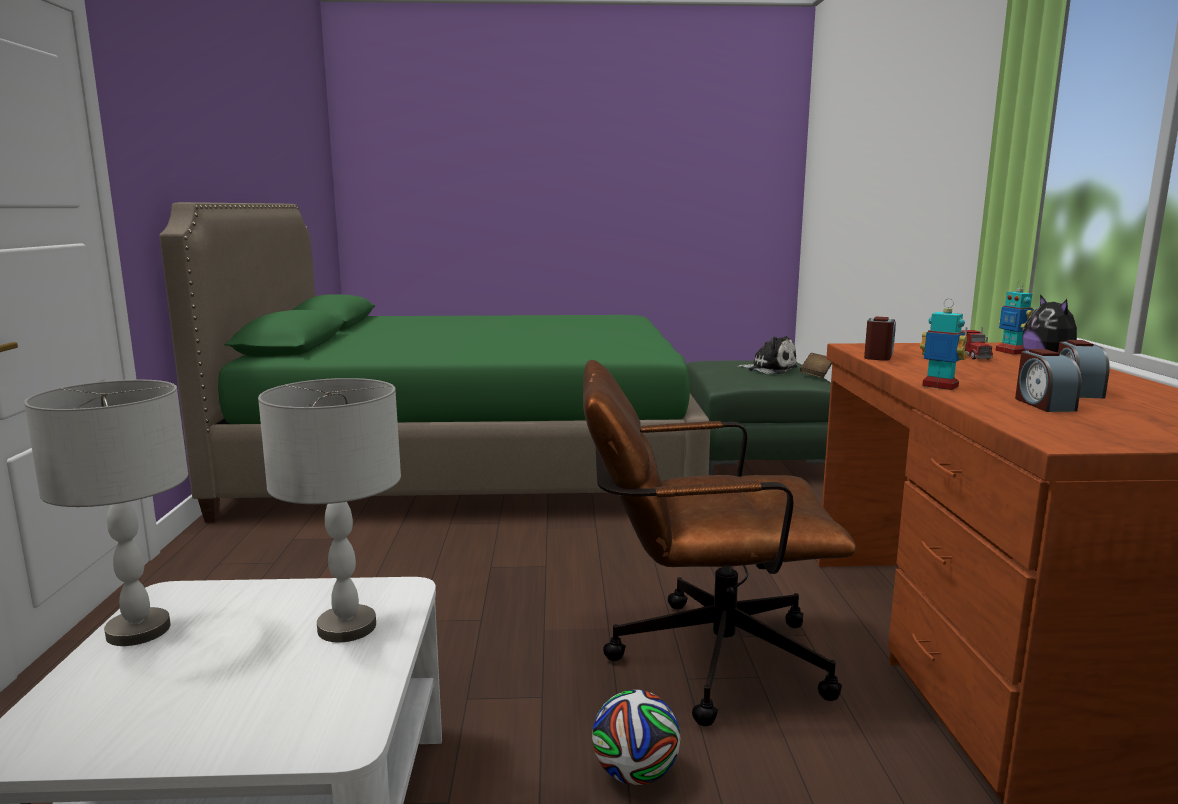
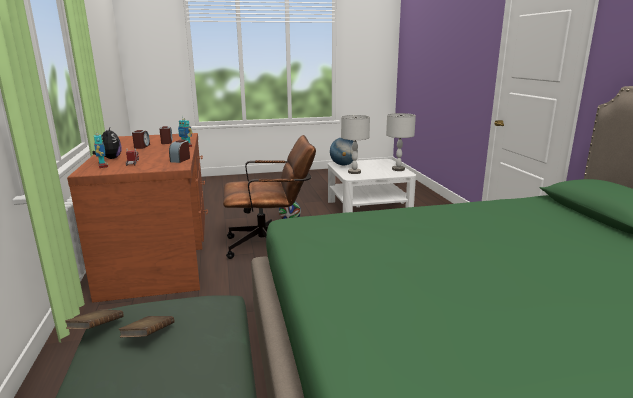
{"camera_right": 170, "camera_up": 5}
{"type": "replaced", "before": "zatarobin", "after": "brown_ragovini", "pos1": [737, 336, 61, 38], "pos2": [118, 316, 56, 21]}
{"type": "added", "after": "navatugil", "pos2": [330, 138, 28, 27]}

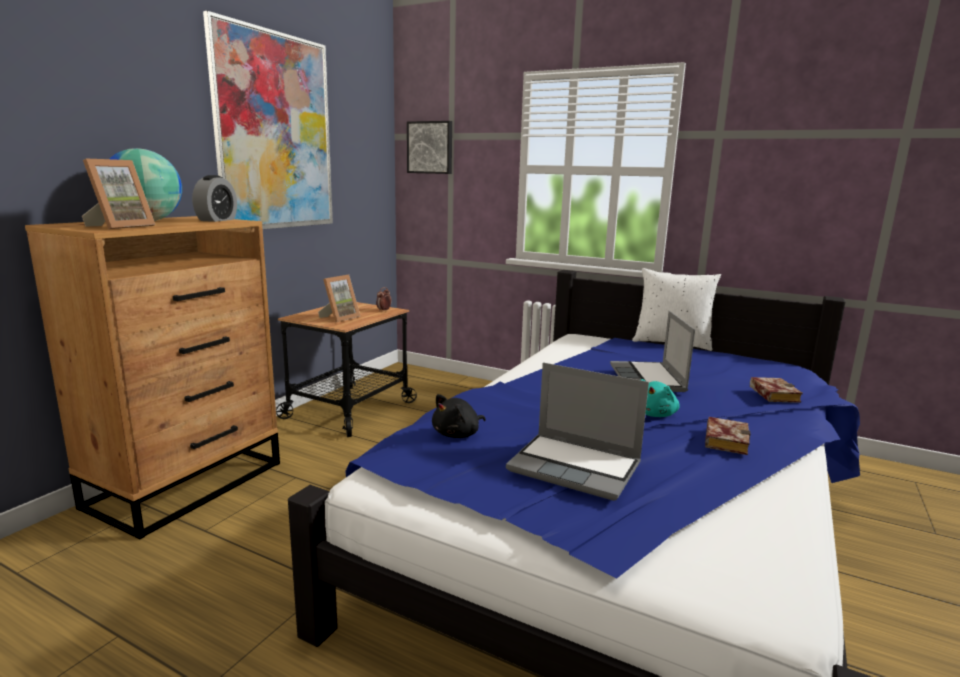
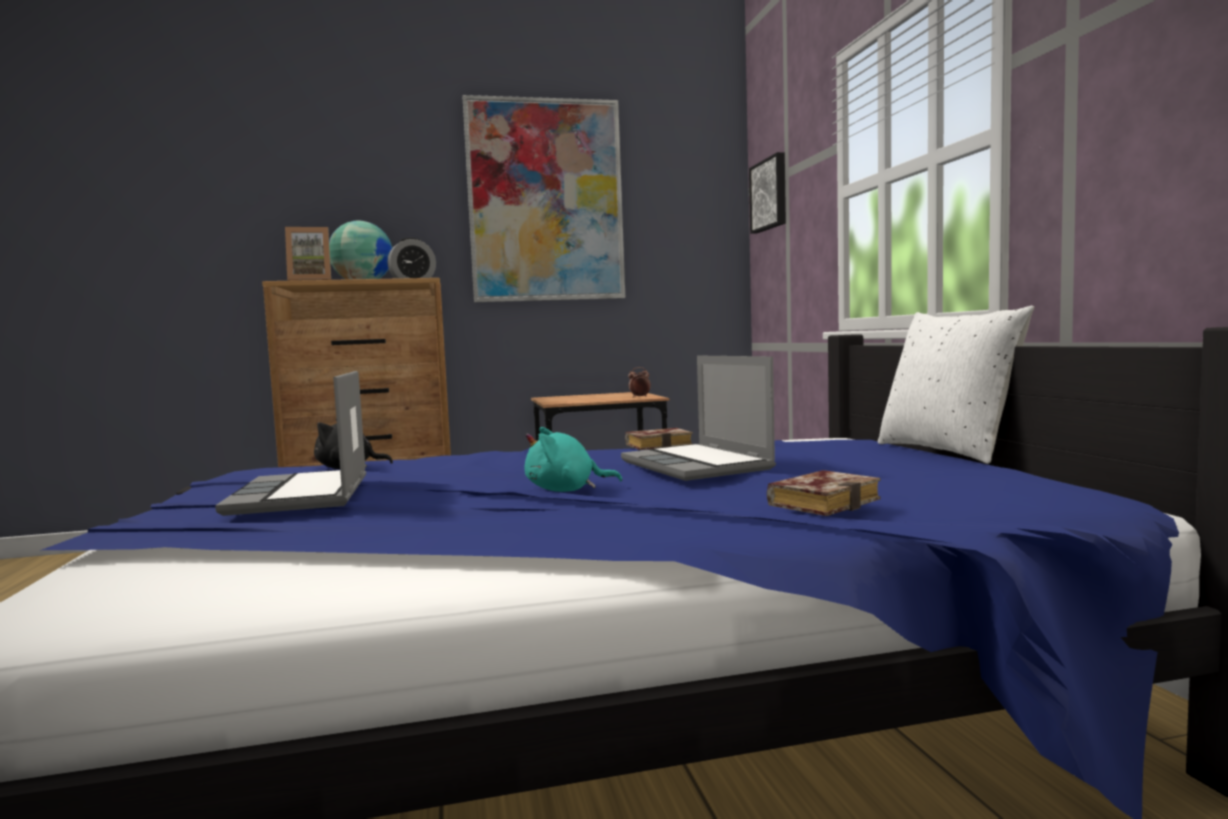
{"camera_right": 50, "camera_up": -10}
{"type": "turned", "before": "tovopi", "pos1": [610, 311, 85, 81], "pos2": [621, 356, 155, 125], "turn": -75}
{"type": "moved", "before": "ragovini", "pos1": [705, 417, 45, 38], "pos2": [625, 428, 68, 22]}
{"type": "removed", "before": "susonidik", "pos1": [318, 274, 42, 49]}

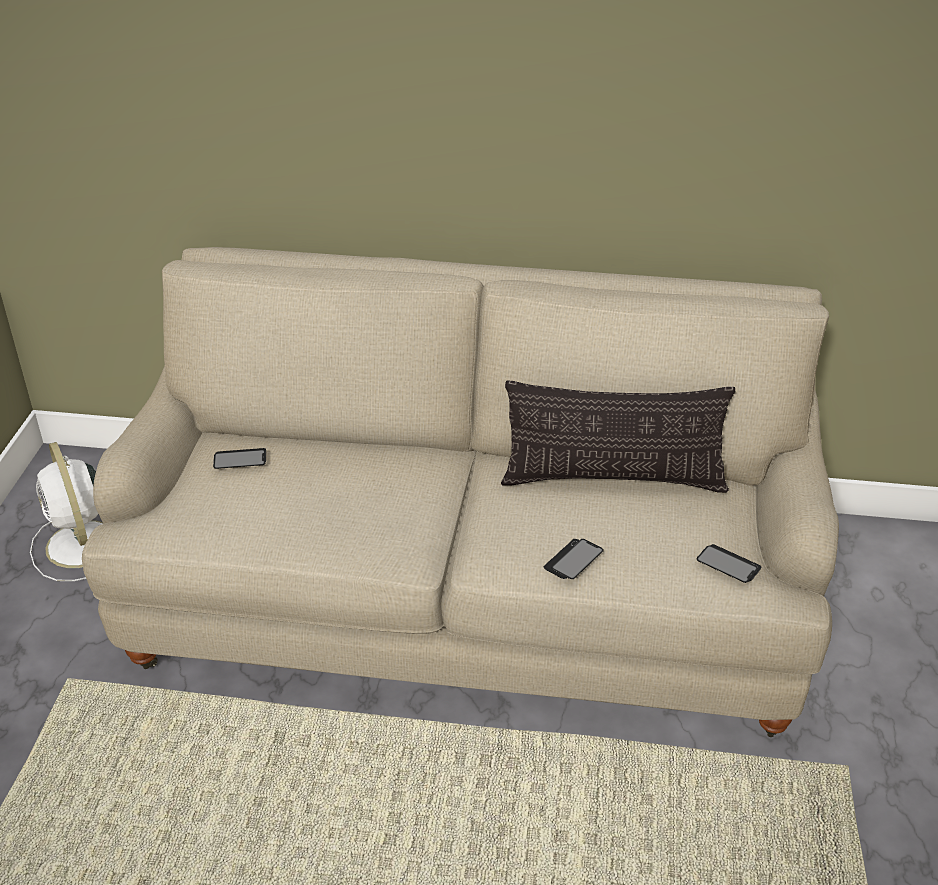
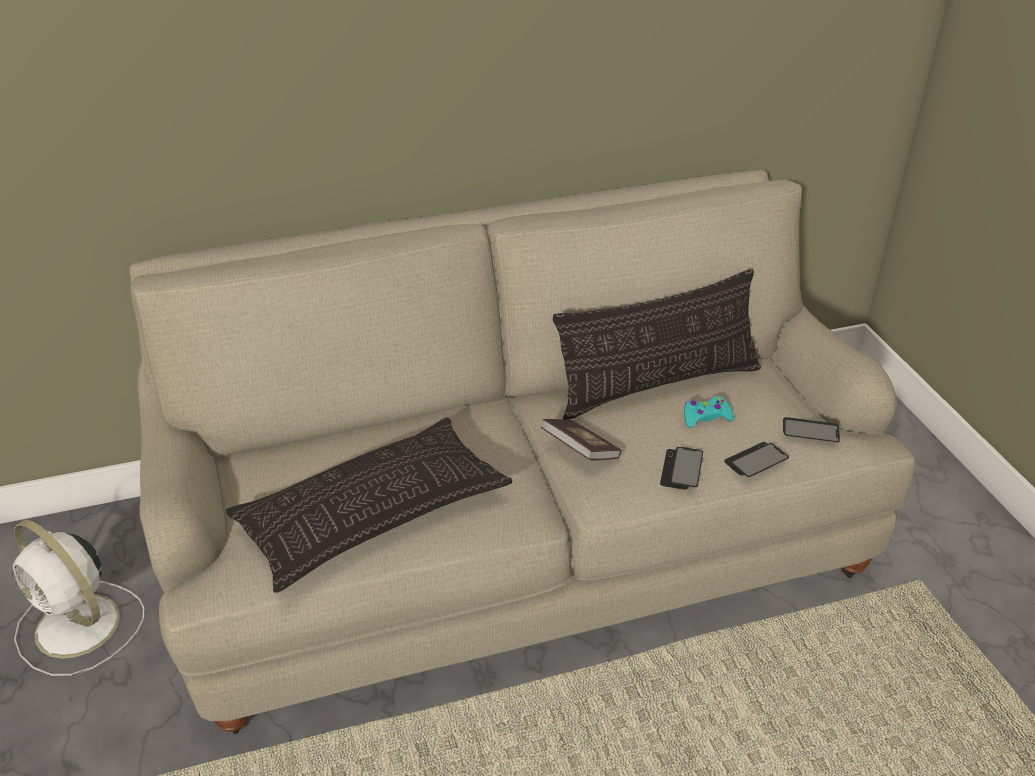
{"camera_right": -25, "camera_up": 0}
{"type": "added", "after": "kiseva", "pos2": [226, 417, 286, 176]}
{"type": "added", "after": "ragovini", "pos2": [541, 419, 80, 41]}
{"type": "added", "after": "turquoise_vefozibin", "pos2": [684, 396, 50, 32]}
{"type": "moved", "before": "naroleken", "pos1": [213, 448, 53, 21], "pos2": [724, 442, 65, 35]}

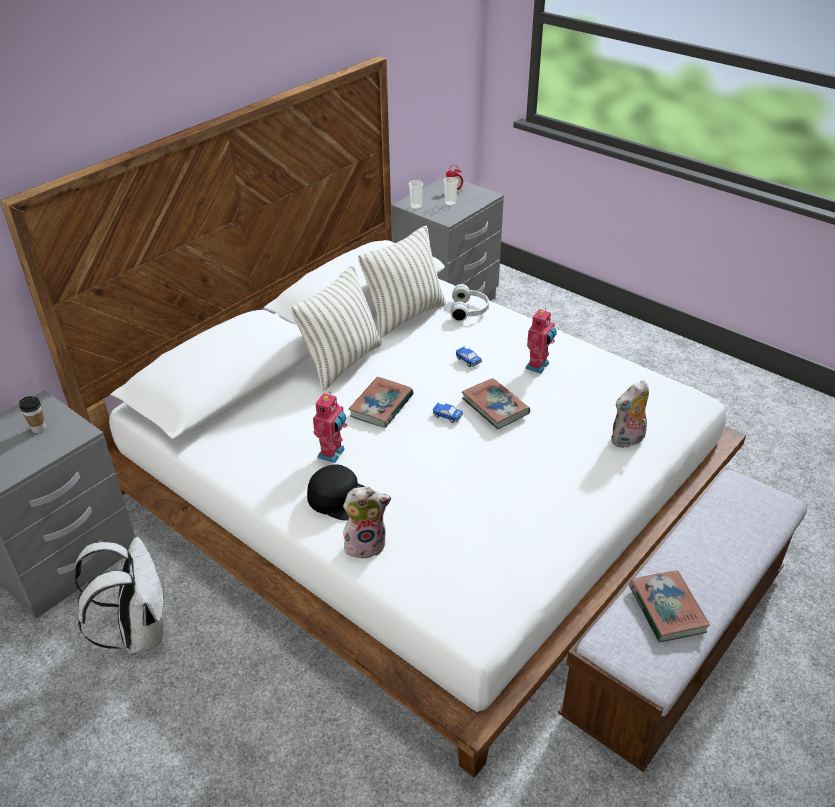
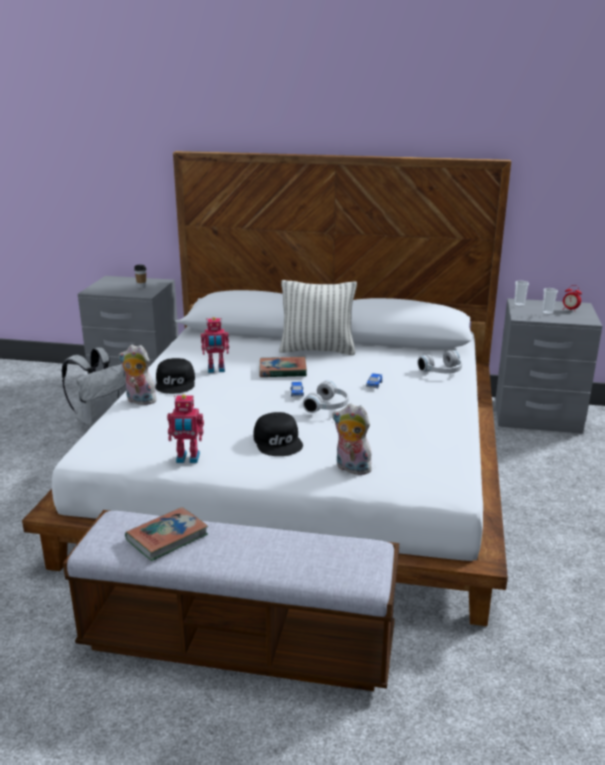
{"camera_right": 60, "camera_up": -15}
{"type": "turned", "before": "zatarobin", "pos1": [343, 487, 48, 72], "pos2": [119, 345, 38, 60], "turn": 150}
{"type": "moved", "before": "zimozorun", "pos1": [525, 308, 32, 66], "pos2": [167, 395, 37, 68]}
{"type": "added", "after": "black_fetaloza", "pos2": [253, 412, 50, 44]}
{"type": "replaced", "before": "ragovini", "after": "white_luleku", "pos1": [462, 378, 68, 51], "pos2": [303, 380, 46, 33]}
{"type": "removed", "before": "kiseva", "pos1": [358, 226, 88, 112]}

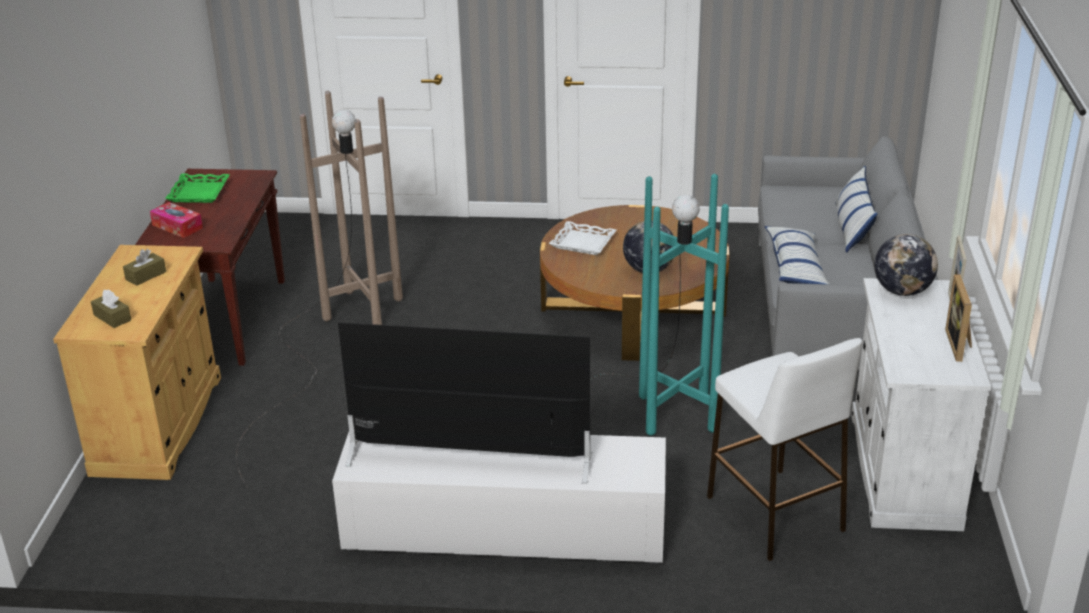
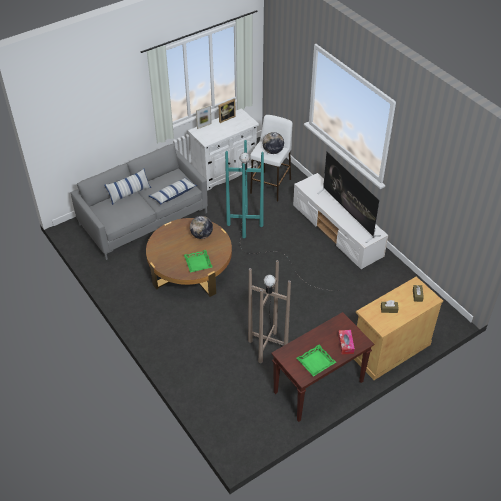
{"camera_right": -130, "camera_up": 15}
{"type": "recoloured", "before": "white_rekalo", "after": "green_rekalo", "pos1": [549, 221, 68, 34], "pos2": [184, 250, 29, 23]}
{"type": "moved", "before": "navatugil", "pos1": [874, 234, 64, 62], "pos2": [263, 132, 21, 22]}

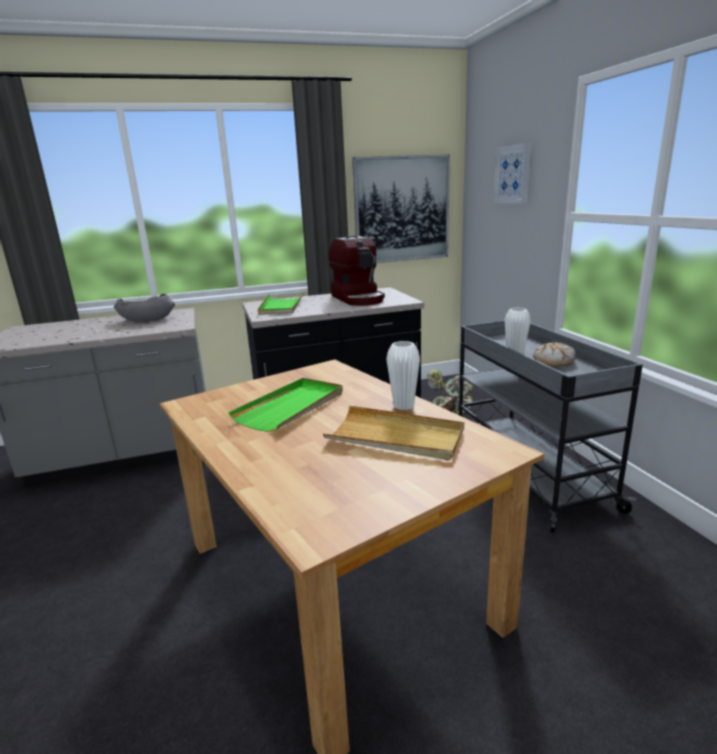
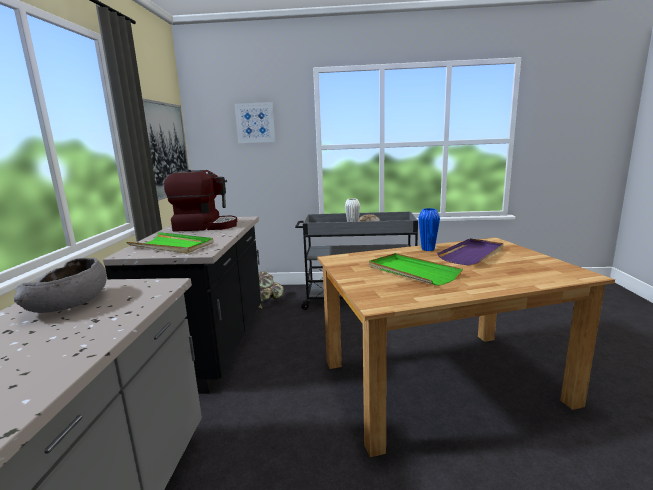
{"camera_right": -70, "camera_up": -5}
{"type": "recoloured", "before": "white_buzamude", "after": "blue_buzamude", "pos1": [386, 341, 34, 69], "pos2": [418, 208, 22, 43]}
{"type": "recoloured", "before": "beige_rekalo", "after": "purple_rekalo", "pos1": [323, 405, 141, 55], "pos2": [437, 238, 67, 28]}

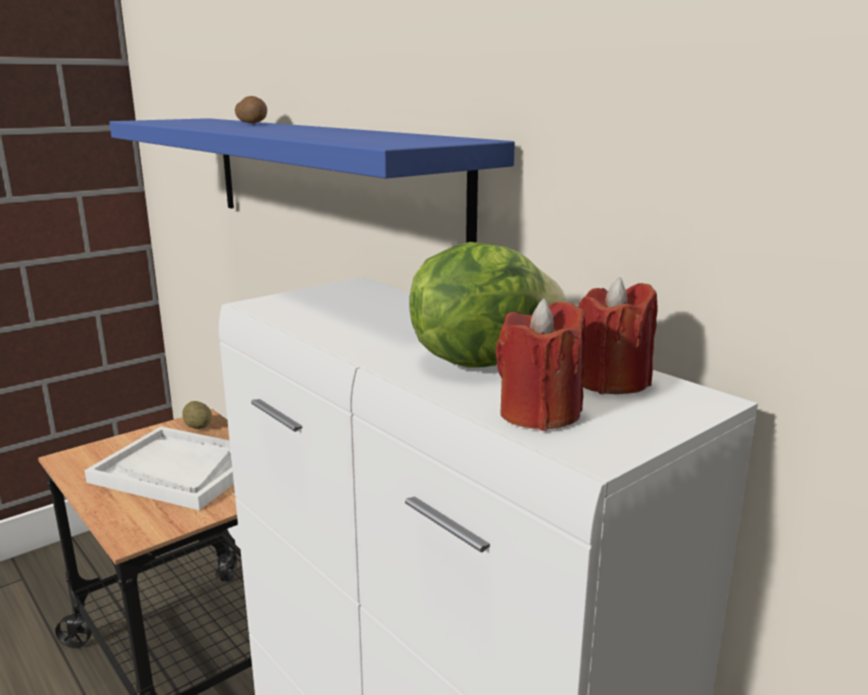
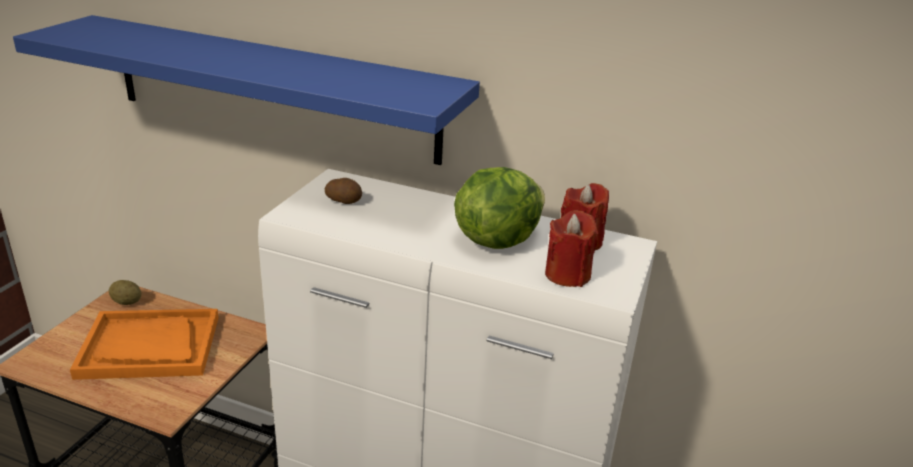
{"camera_right": -30, "camera_up": 10}
{"type": "recoloured", "before": "white_rekalo", "after": "orange_rekalo", "pos1": [85, 427, 149, 83], "pos2": [70, 309, 149, 71]}
{"type": "moved", "before": "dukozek", "pos1": [235, 96, 32, 27], "pos2": [325, 178, 37, 26]}

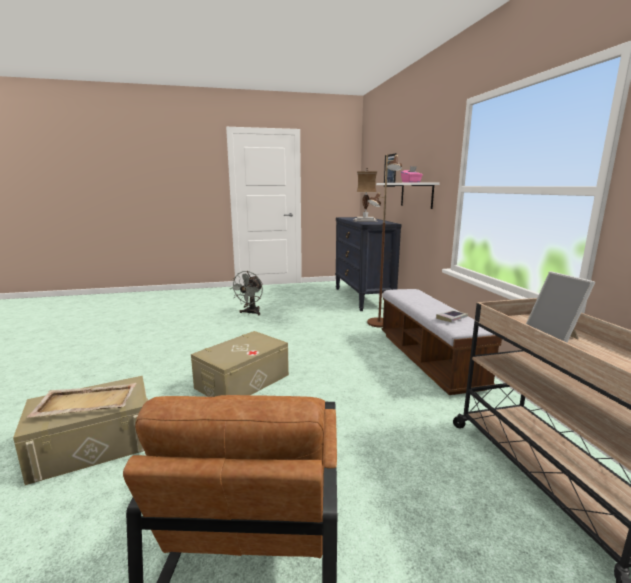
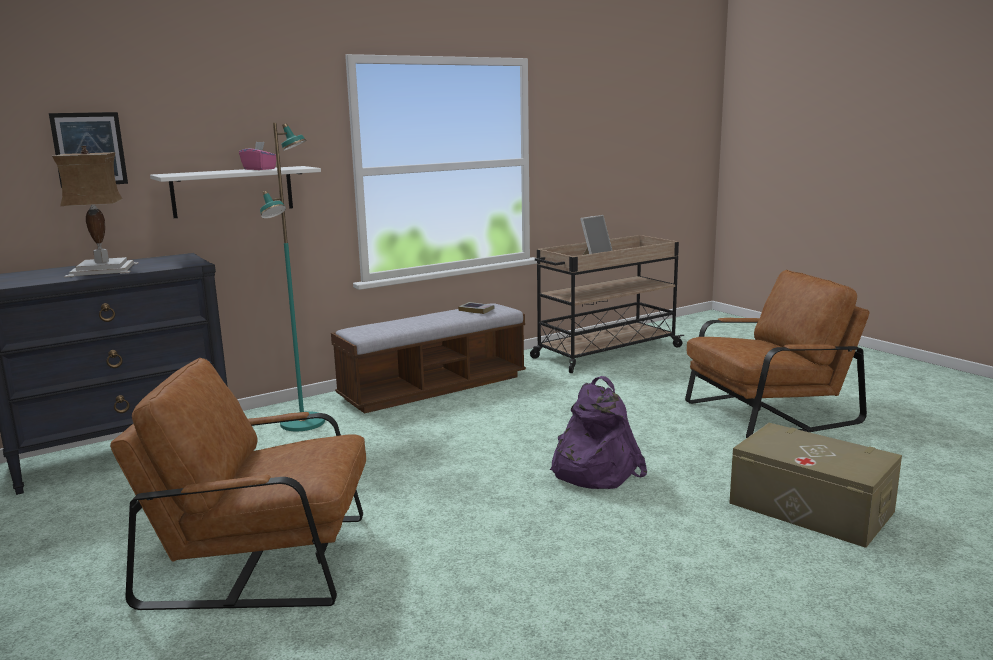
{"camera_right": -110, "camera_up": 0}
{"type": "replaced", "before": "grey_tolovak", "after": "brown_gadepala", "pos1": [230, 271, 33, 44], "pos2": [110, 358, 256, 252]}
{"type": "recoloured", "before": "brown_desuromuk", "after": "turquoise_desuromuk", "pos1": [367, 155, 35, 173], "pos2": [260, 123, 65, 308]}
{"type": "replaced", "before": "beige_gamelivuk", "after": "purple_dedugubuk", "pos1": [191, 331, 98, 66], "pos2": [550, 376, 97, 113]}
{"type": "removed", "before": "beige_rekalo", "pos1": [26, 383, 110, 35]}

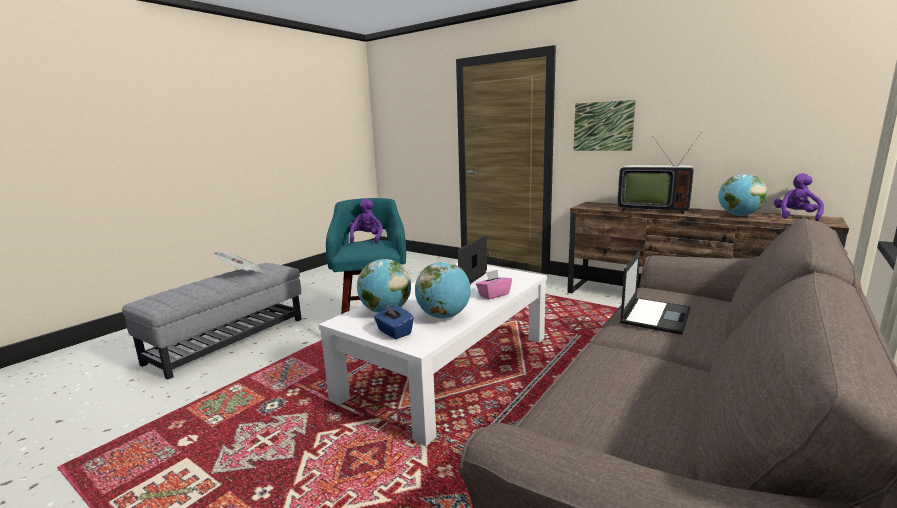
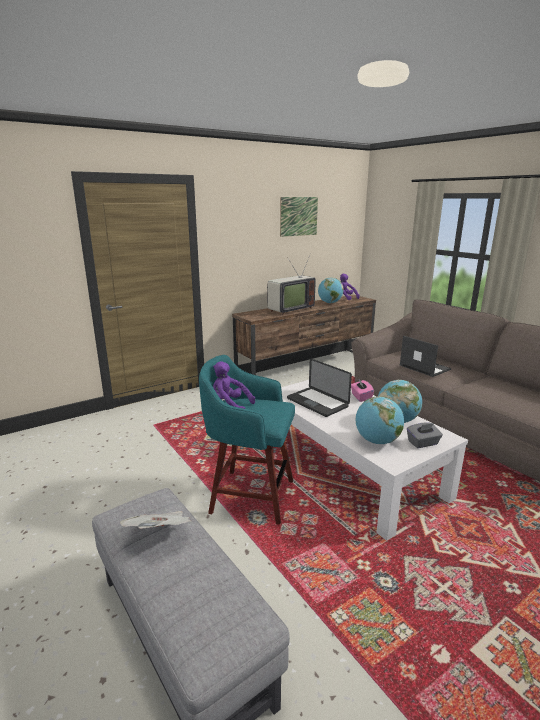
{"camera_right": -70, "camera_up": 5}
{"type": "moved", "before": "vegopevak", "pos1": [573, 100, 63, 51], "pos2": [280, 197, 38, 40]}
{"type": "recoloured", "before": "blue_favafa", "after": "grey_favafa", "pos1": [374, 304, 40, 35], "pos2": [407, 422, 36, 26]}

